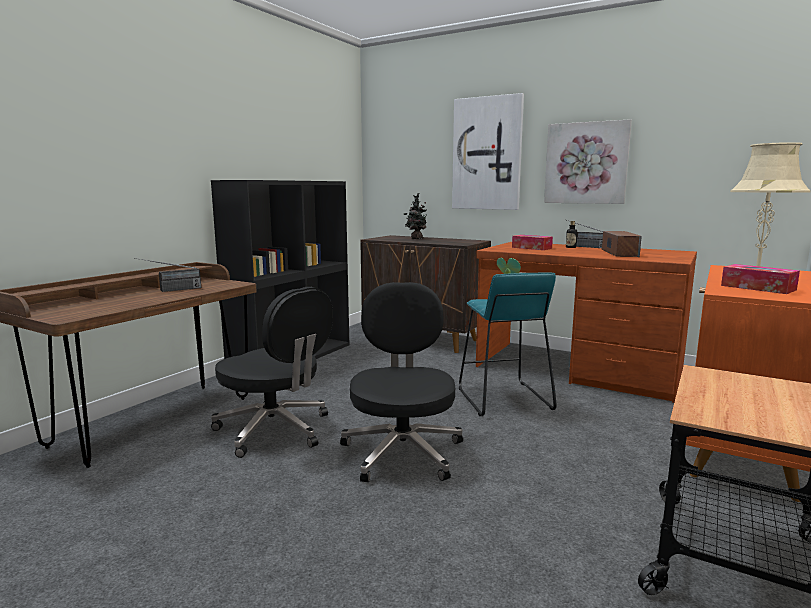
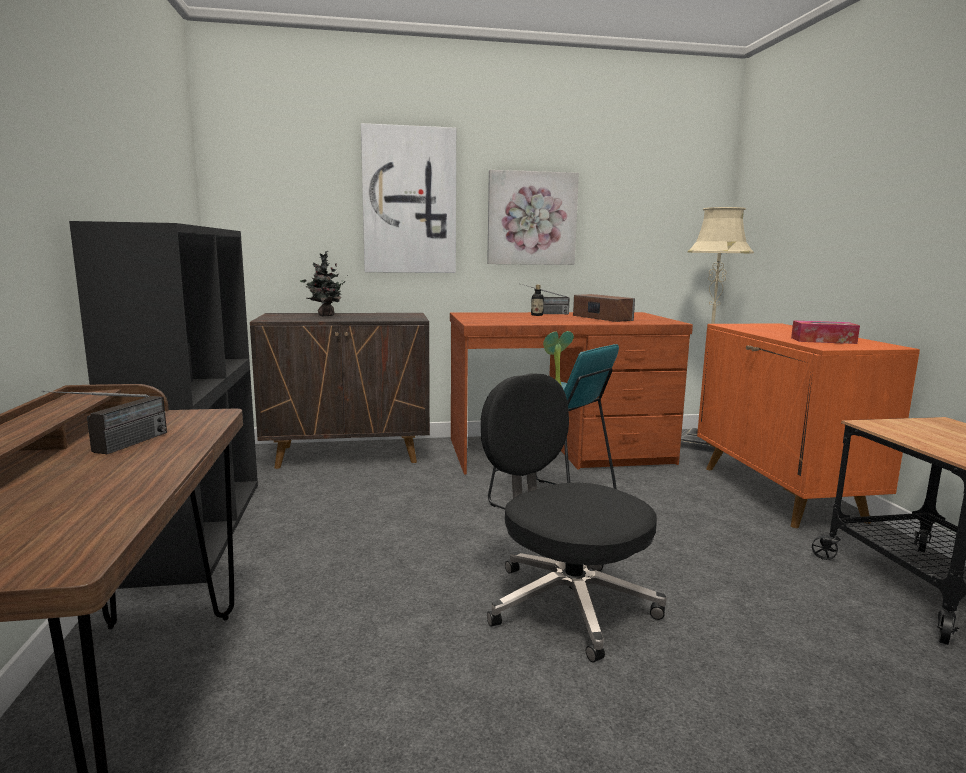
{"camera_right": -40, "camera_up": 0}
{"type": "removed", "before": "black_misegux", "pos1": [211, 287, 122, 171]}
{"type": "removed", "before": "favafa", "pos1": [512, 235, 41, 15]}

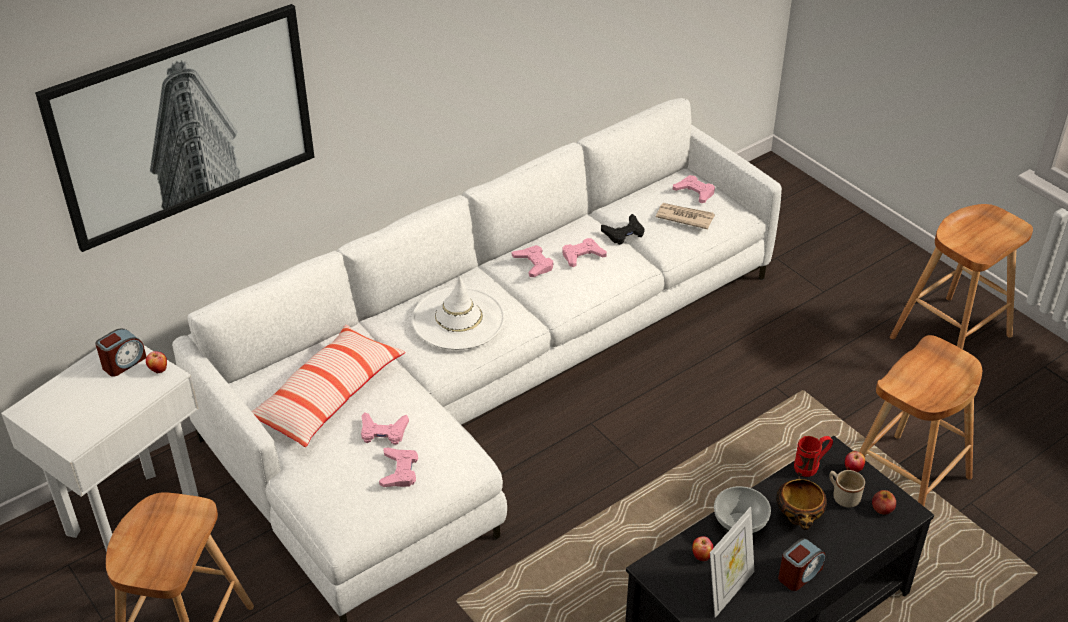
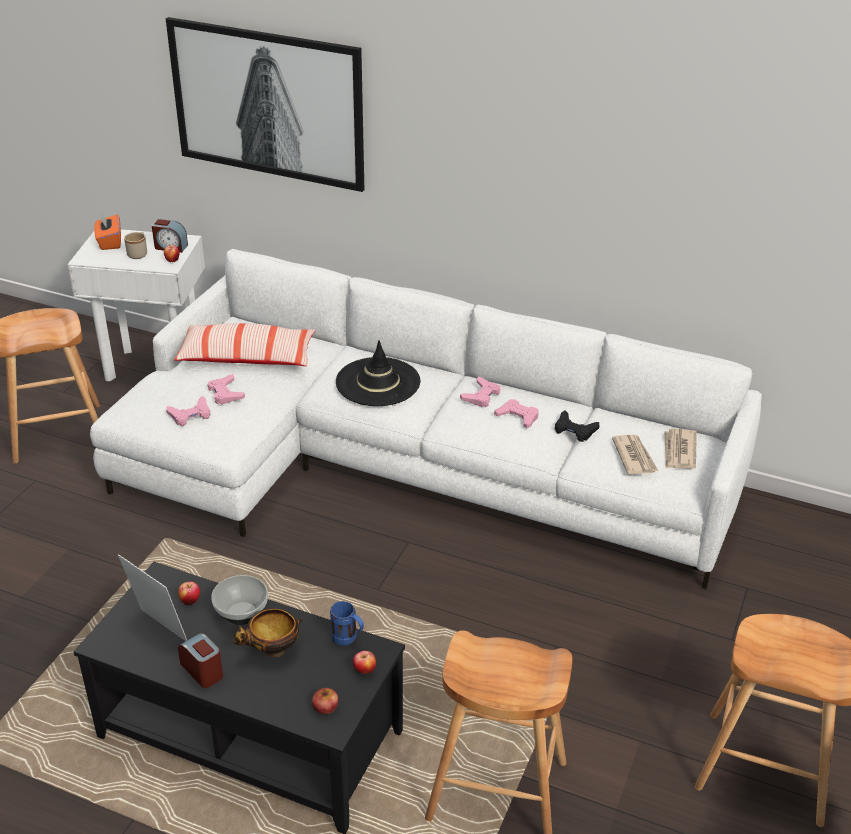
{"camera_right": 60, "camera_up": -5}
{"type": "added", "after": "orange_favafa", "pos2": [94, 213, 27, 37]}
{"type": "turned", "before": "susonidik", "pos1": [710, 507, 44, 111], "pos2": [118, 554, 69, 87], "turn": -150}
{"type": "moved", "before": "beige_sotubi", "pos1": [829, 470, 36, 37], "pos2": [124, 232, 23, 27]}
{"type": "turned", "before": "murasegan", "pos1": [778, 538, 47, 53], "pos2": [178, 633, 45, 55], "turn": -150}
{"type": "recoloured", "before": "red_sotubi", "after": "blue_sotubi", "pos1": [794, 436, 39, 41], "pos2": [330, 601, 34, 45]}
{"type": "recoloured", "before": "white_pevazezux", "after": "black_pevazezux", "pos1": [412, 275, 93, 75], "pos2": [336, 340, 85, 66]}
{"type": "replaced", "before": "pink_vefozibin", "after": "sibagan", "pos1": [673, 175, 42, 28], "pos2": [664, 428, 33, 41]}

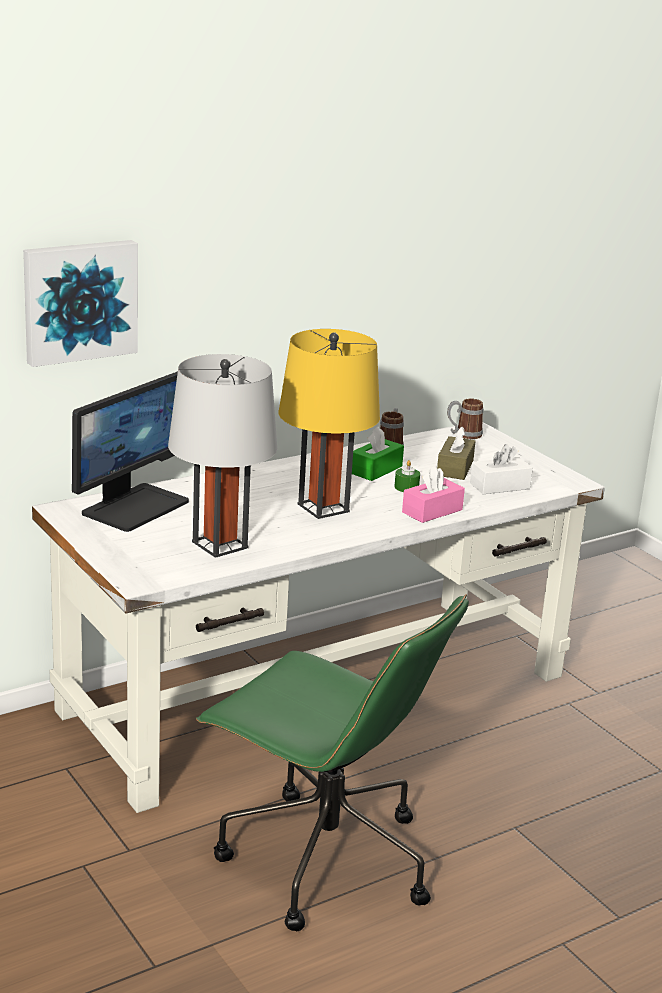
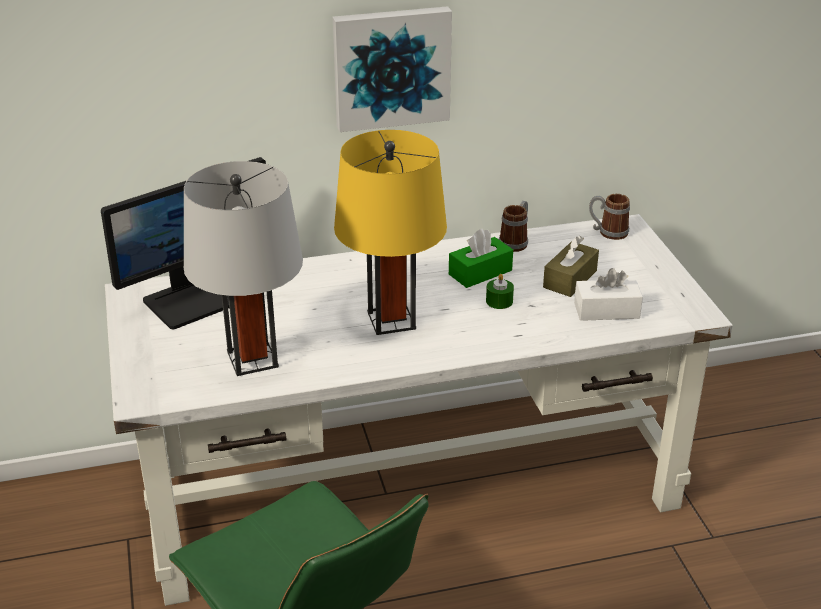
{"camera_right": 20, "camera_up": 10}
{"type": "moved", "before": "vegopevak", "pos1": [23, 240, 115, 127], "pos2": [333, 6, 119, 126]}
{"type": "removed", "before": "pink_favafa", "pos1": [402, 466, 63, 57]}

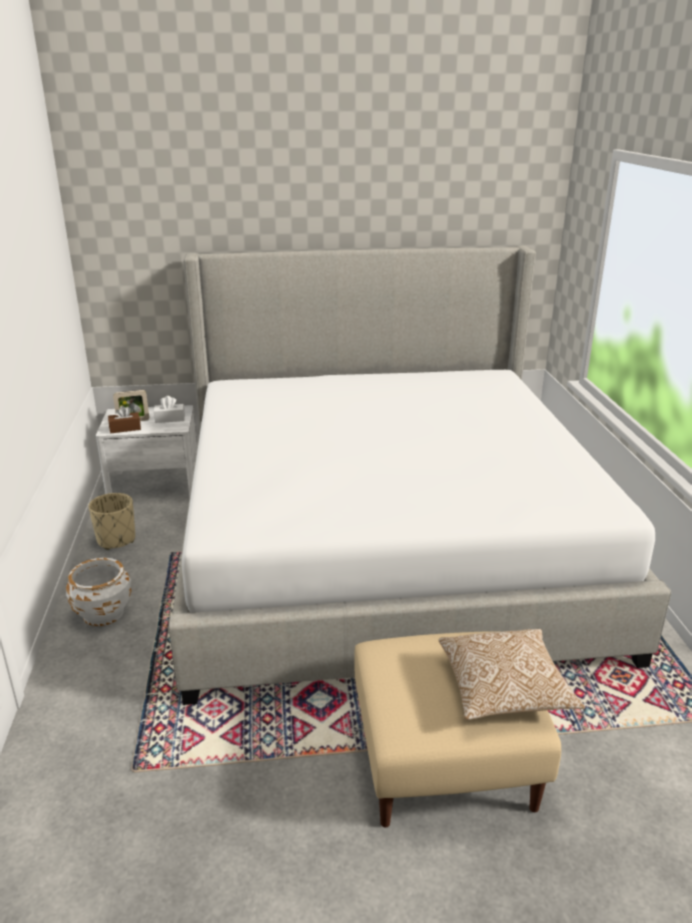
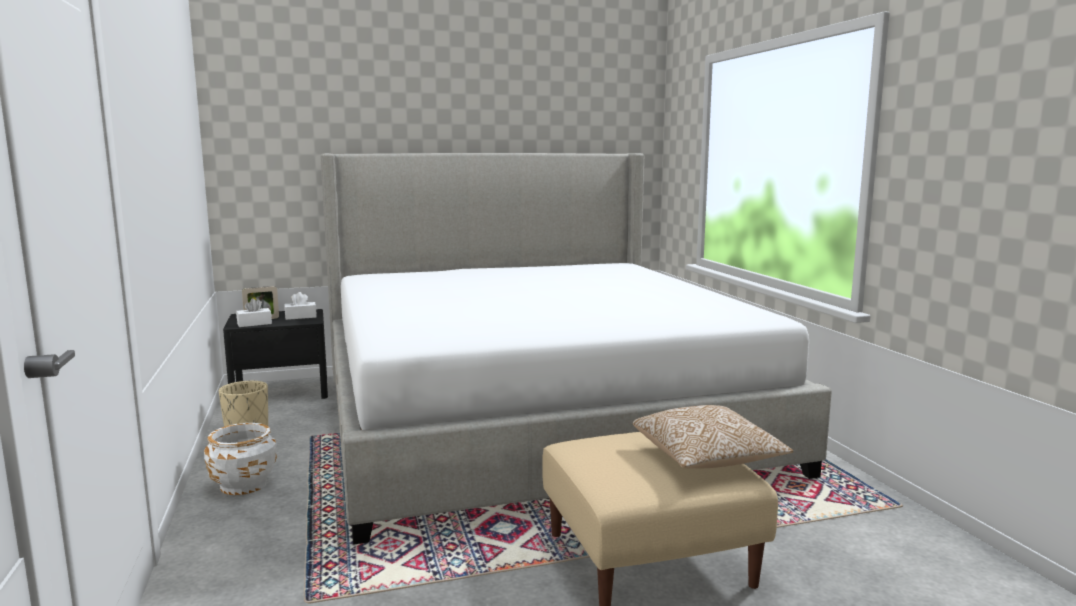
{"camera_right": -10, "camera_up": -15}
{"type": "recoloured", "before": "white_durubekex", "after": "black_durubekex", "pos1": [96, 405, 101, 93], "pos2": [223, 309, 105, 90]}
{"type": "recoloured", "before": "brown_favafa", "after": "white_favafa", "pos1": [108, 406, 33, 27], "pos2": [236, 298, 36, 29]}

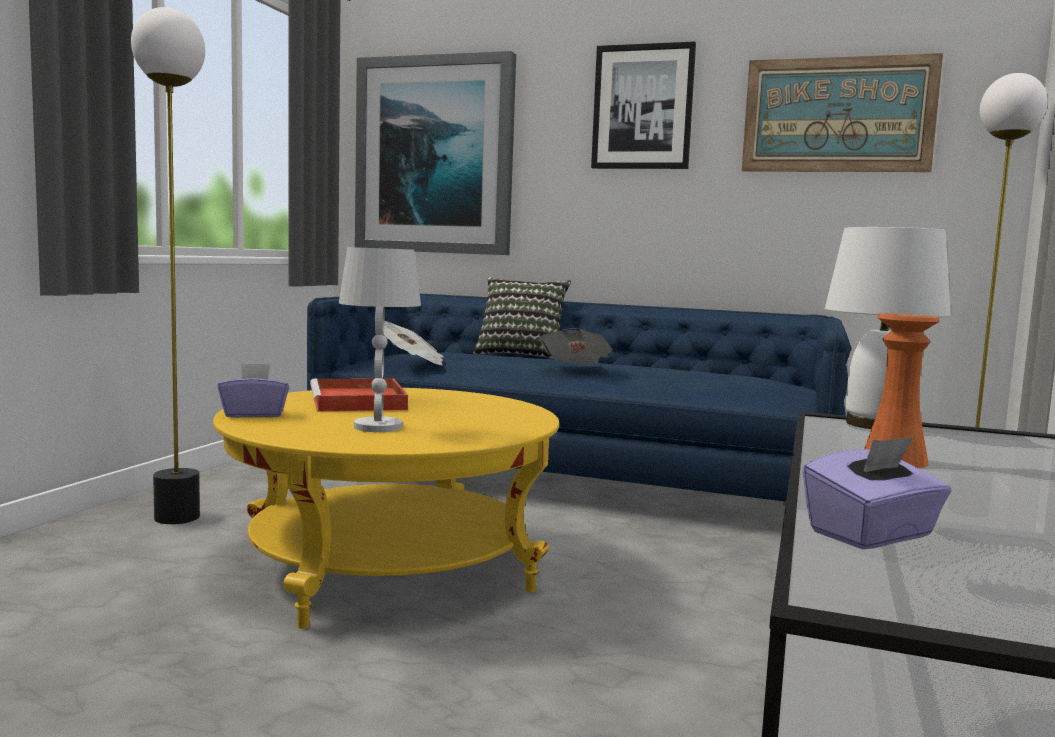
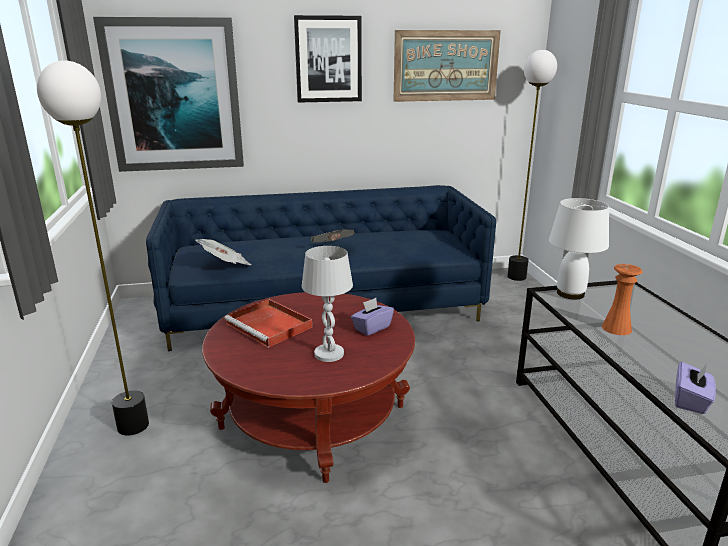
{"camera_right": -30, "camera_up": 15}
{"type": "recoloured", "before": "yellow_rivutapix", "after": "red_rivutapix", "pos1": [213, 388, 346, 241], "pos2": [202, 292, 213, 191]}
{"type": "moved", "before": "purple_favafa", "pos1": [218, 363, 71, 55], "pos2": [351, 298, 43, 38]}
{"type": "removed", "before": "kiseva", "pos1": [473, 277, 98, 82]}

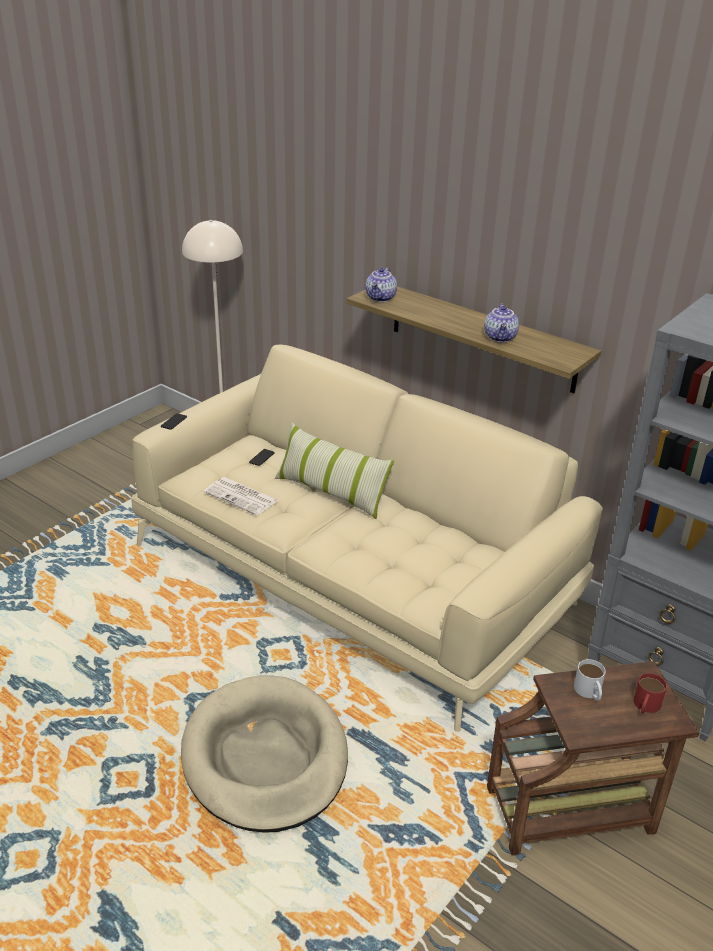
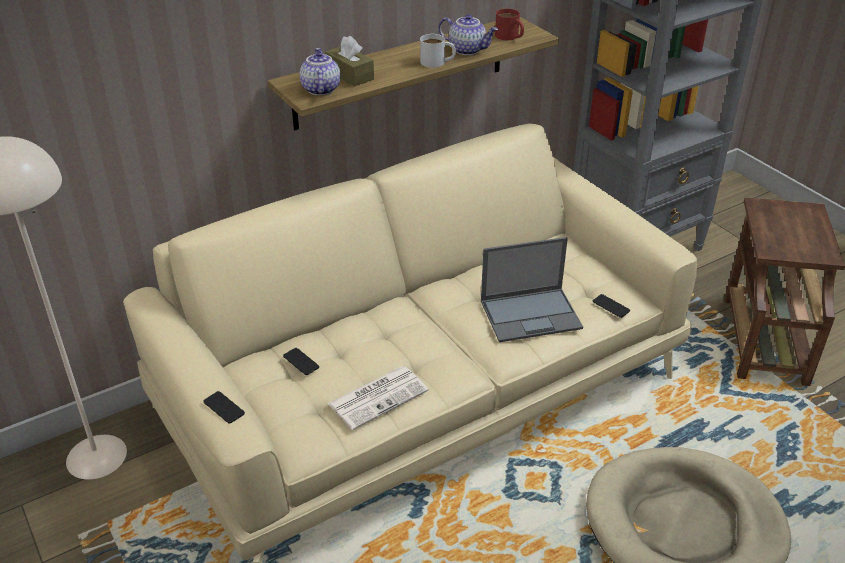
{"camera_right": -70, "camera_up": 5}
{"type": "turned", "before": "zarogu", "pos1": [365, 267, 32, 35], "pos2": [300, 48, 41, 47], "turn": -135}
{"type": "added", "after": "brown_favafa", "pos2": [325, 36, 49, 51]}
{"type": "moved", "before": "white_sotubi", "pos1": [574, 659, 32, 42], "pos2": [420, 34, 36, 34]}
{"type": "added", "after": "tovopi", "pos2": [481, 237, 102, 105]}
{"type": "moved", "before": "red_sotubi", "pos1": [633, 673, 34, 41], "pos2": [495, 9, 29, 31]}
{"type": "added", "after": "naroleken", "pos2": [593, 294, 37, 24]}
{"type": "removed", "before": "kiseva", "pos1": [275, 423, 119, 96]}

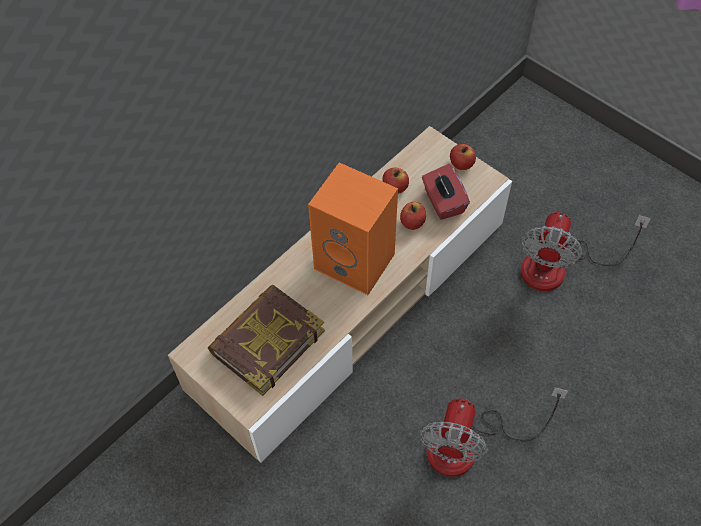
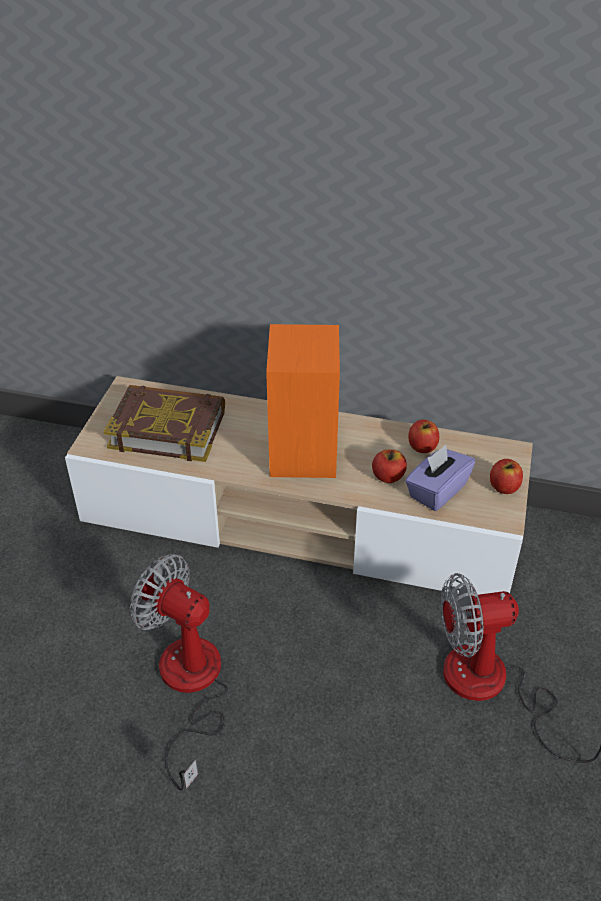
{"camera_right": 60, "camera_up": -15}
{"type": "turned", "before": "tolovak", "pos1": [420, 387, 148, 90], "pos2": [130, 554, 98, 237], "turn": 45}
{"type": "recoloured", "before": "red_favafa", "after": "purple_favafa", "pos1": [422, 164, 48, 56], "pos2": [405, 445, 70, 66]}

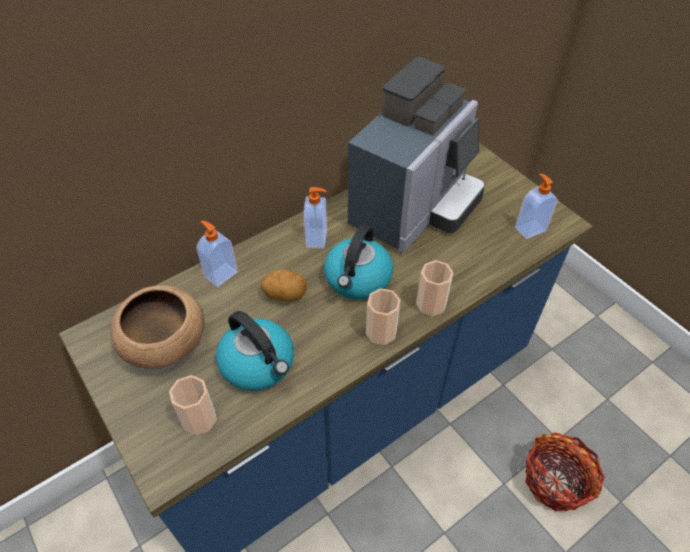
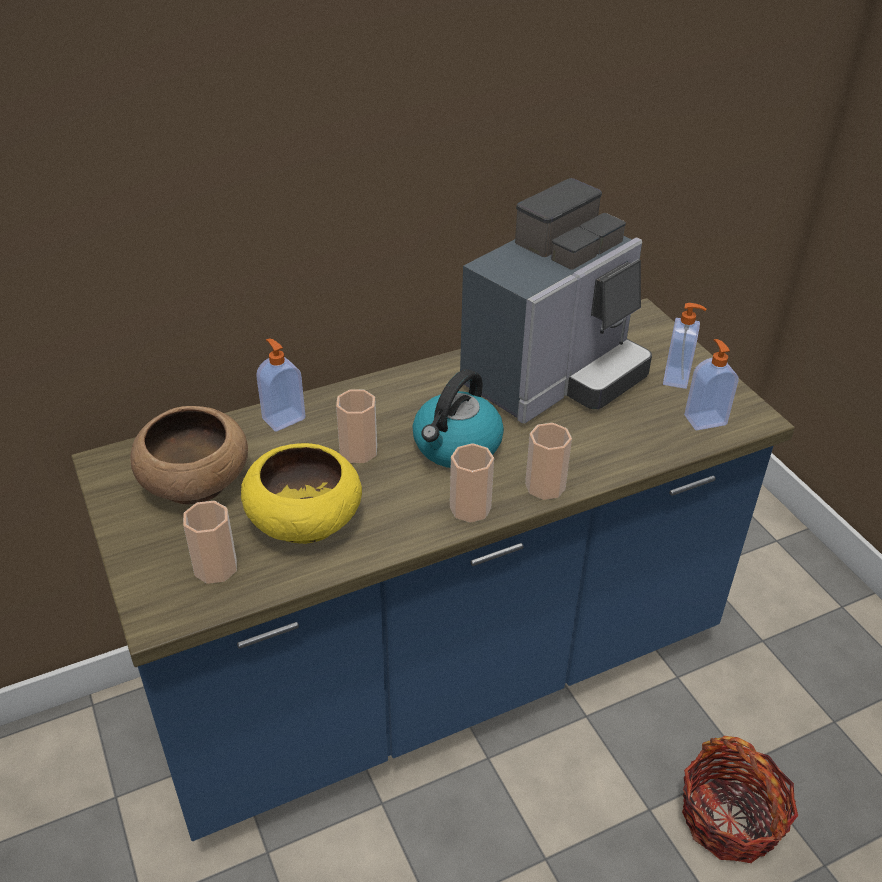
{"camera_right": 10, "camera_up": -10}
{"type": "replaced", "before": "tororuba", "after": "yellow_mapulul", "pos1": [216, 311, 78, 80], "pos2": [241, 443, 121, 101]}
{"type": "replaced", "before": "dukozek", "after": "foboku", "pos1": [261, 269, 46, 32], "pos2": [336, 389, 41, 74]}
{"type": "moved", "before": "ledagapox", "pos1": [304, 187, 23, 62], "pos2": [663, 303, 43, 86]}

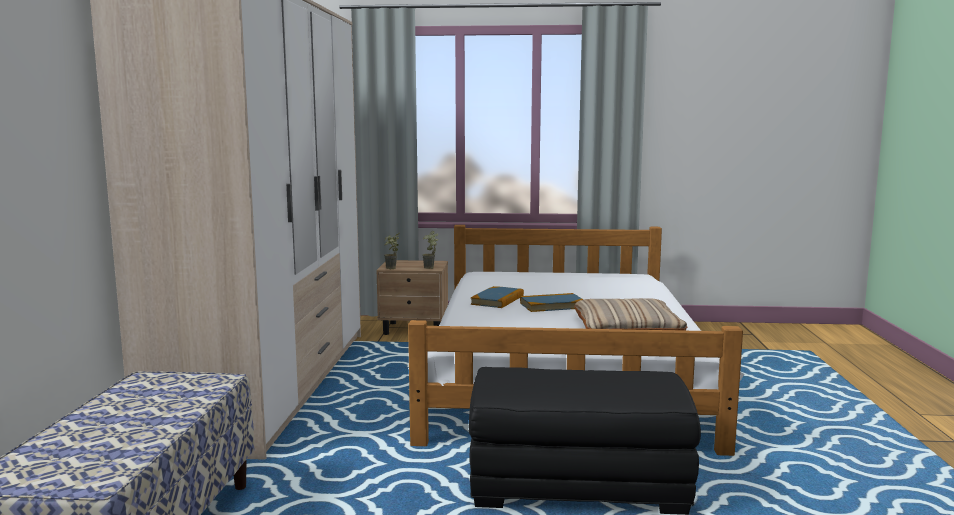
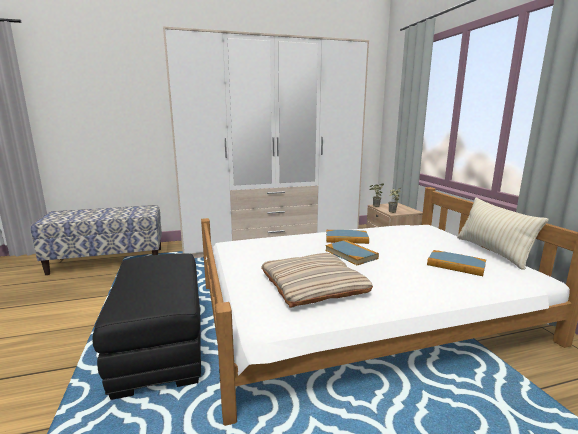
{"camera_right": 70, "camera_up": 5}
{"type": "added", "after": "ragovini", "pos2": [427, 250, 59, 26]}
{"type": "added", "after": "beige_kiseva", "pos2": [457, 197, 91, 73]}

